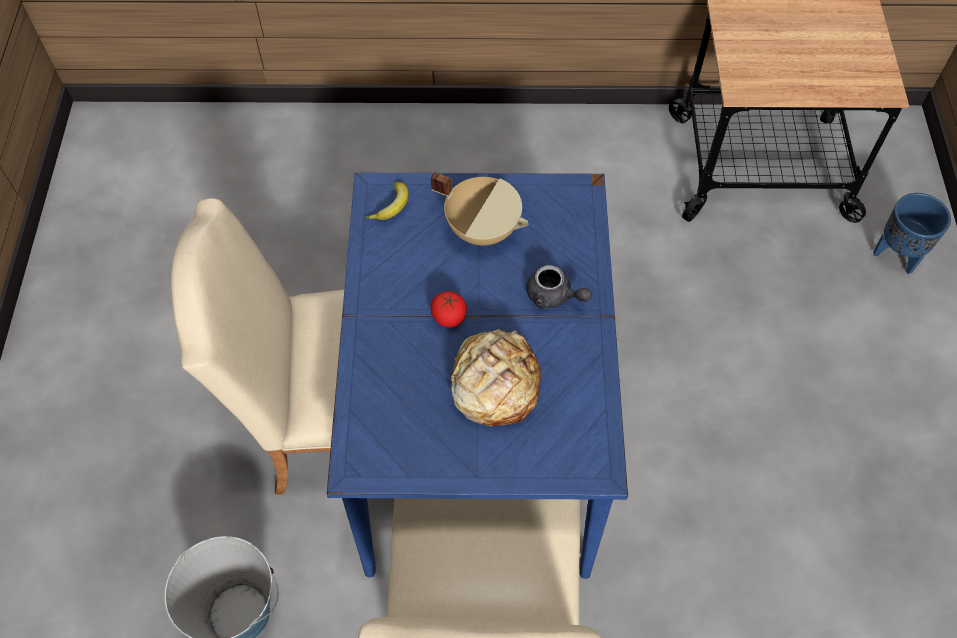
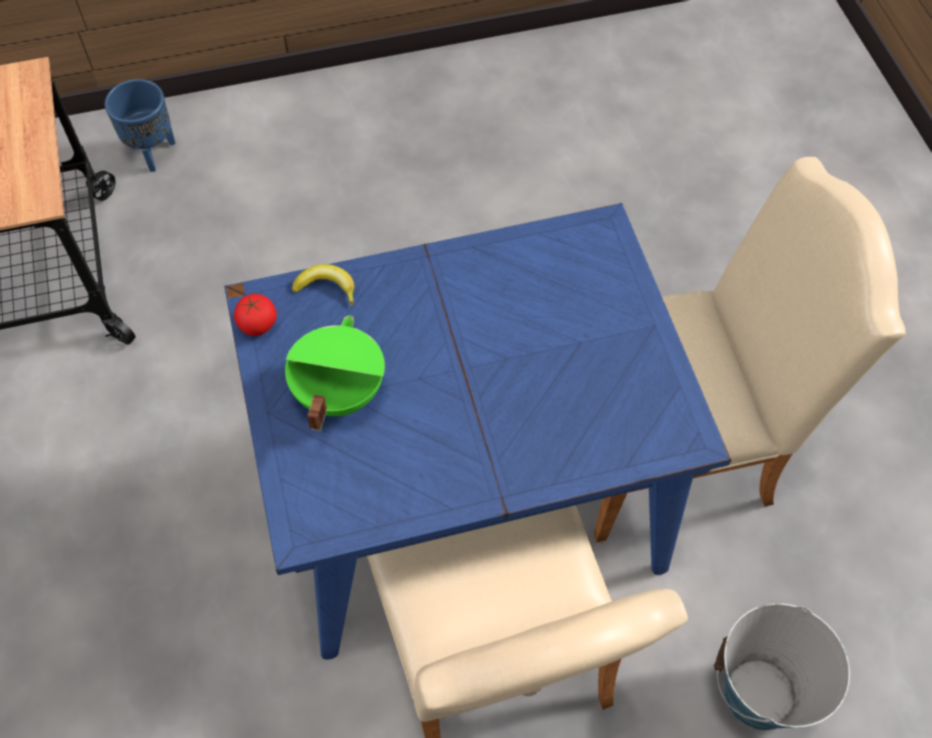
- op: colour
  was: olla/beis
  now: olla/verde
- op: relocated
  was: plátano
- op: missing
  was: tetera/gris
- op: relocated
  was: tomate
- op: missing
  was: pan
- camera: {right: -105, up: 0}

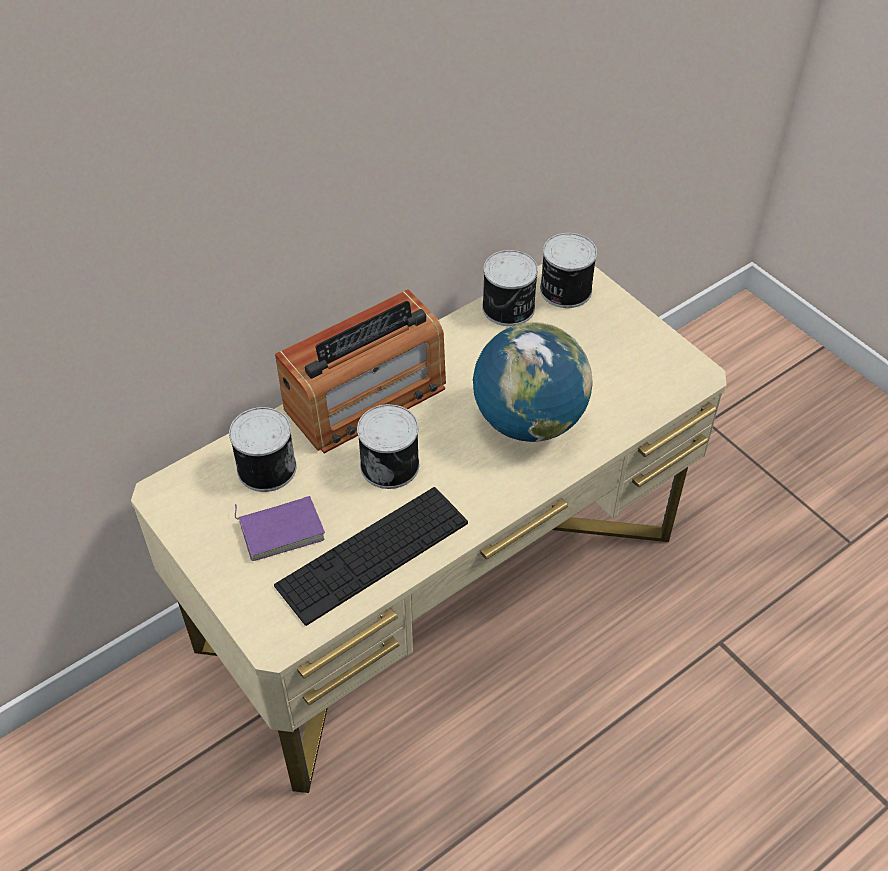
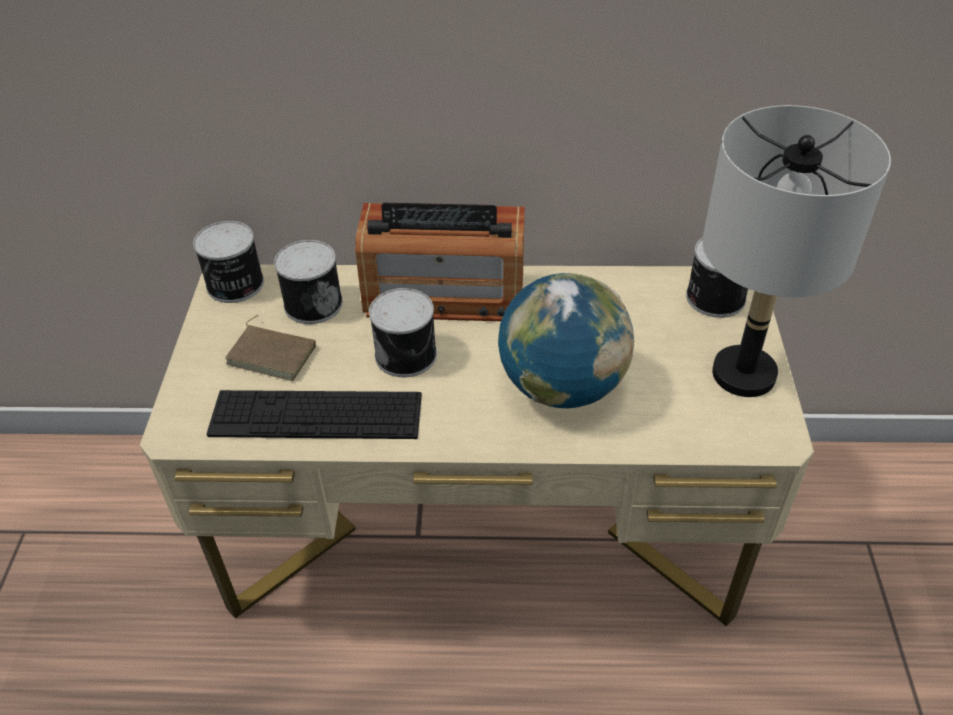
- op: relocated
  was: lata (no. 3 from left in the first image)
  now: lata (no. 1 from left)
- op: colour
  was: libro/morado
  now: libro/marrón
- op: appeared
  now: lámpara de mesa/gris
- camera: {right: 40, up: -5}

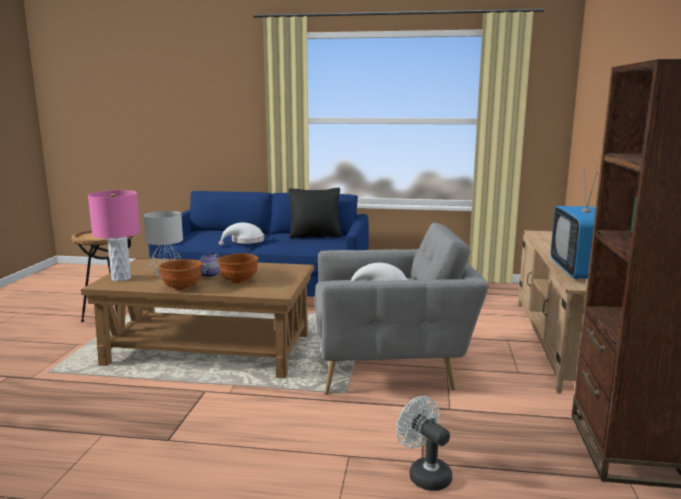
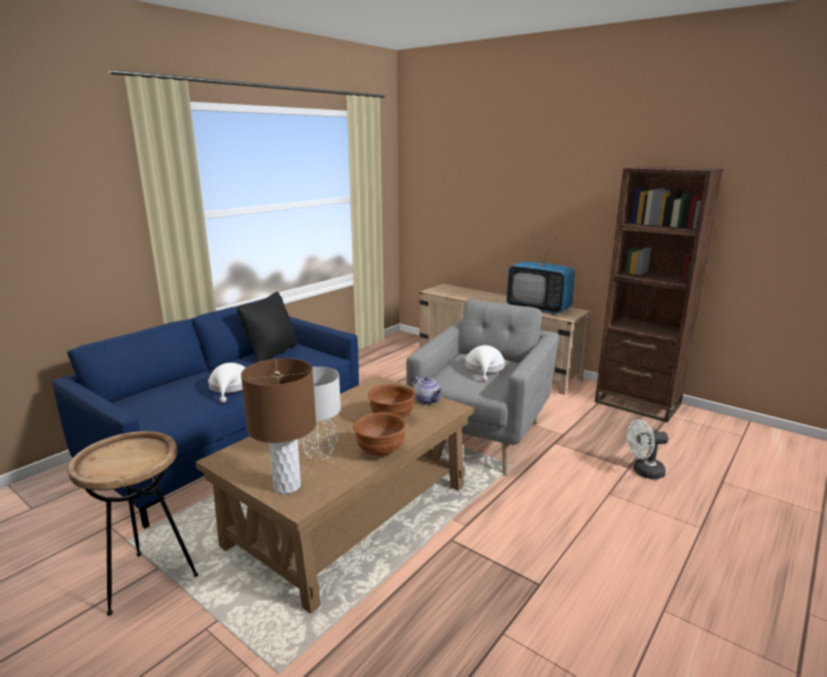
- op: colour
  was: lámpara de mesa/rosa
  now: lámpara de mesa/marrón
- op: relocated
  was: tetera
- camera: {right: -60, up: 5}

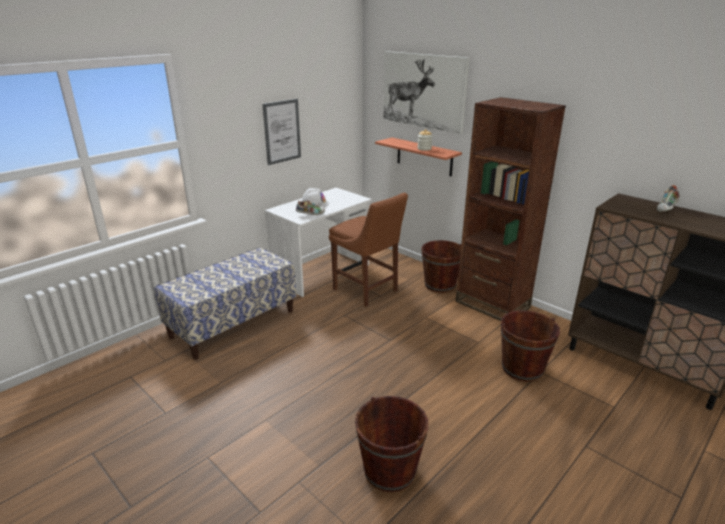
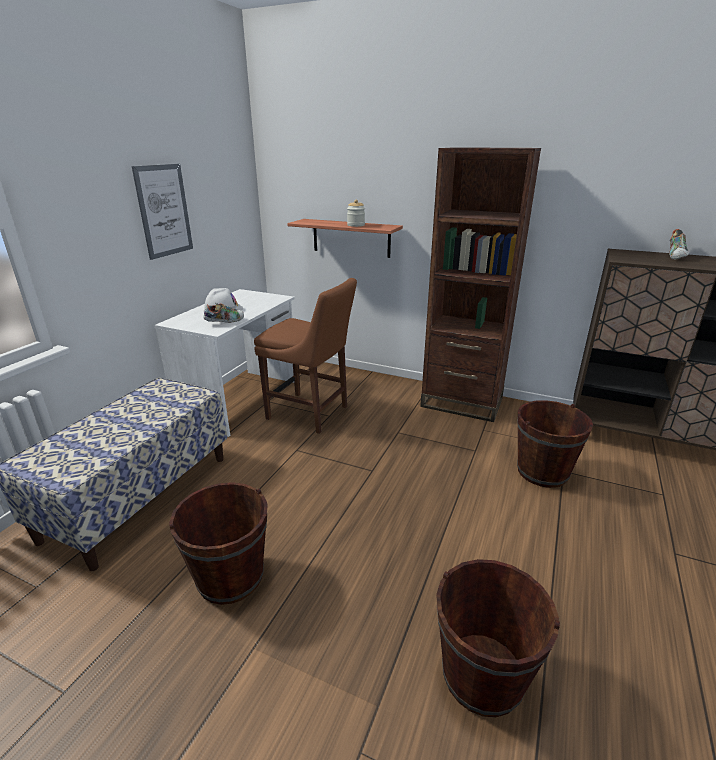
- op: missing
  was: cuadro (no. 2 from left)
- op: relocated
  was: cubo/marrón (no. 2 from left in the first image)
  now: cubo/marrón (no. 1 from left)
- camera: {right: -20, up: 0}

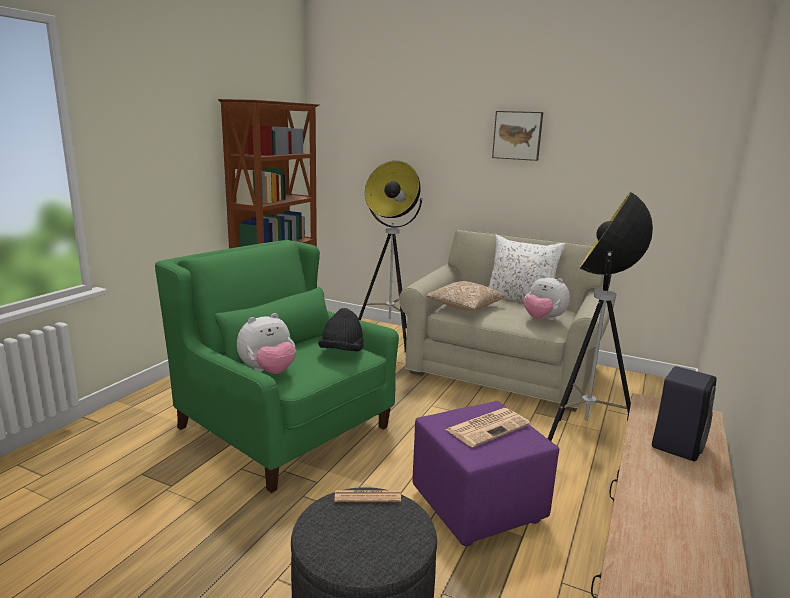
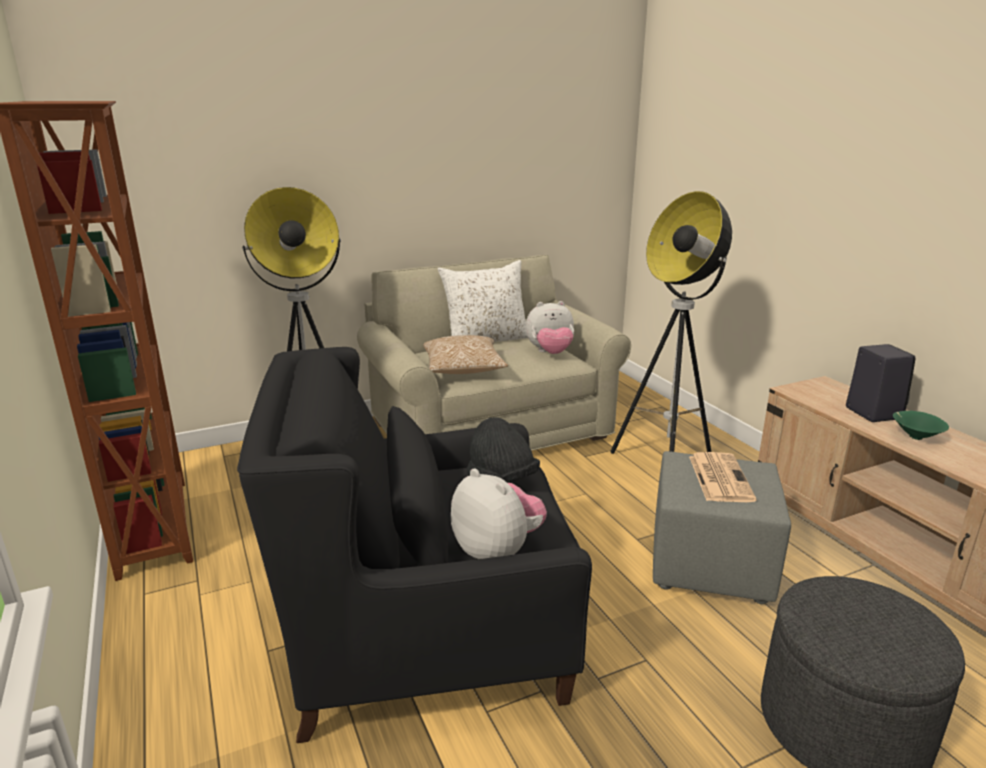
- op: missing
  was: cuadro
- op: colour
  was: sillón/verde
  now: sillón/negro
- op: spun
  was: peluche (no. 1 from left)
  clockwise: -45
- op: colour
  was: puf/morado
  now: puf/gris (no. 1 from left)
- op: missing
  was: periódico (no. 1 from left)
- op: appeared
  now: cuenco/verde
- camera: {right: -50, up: 5}

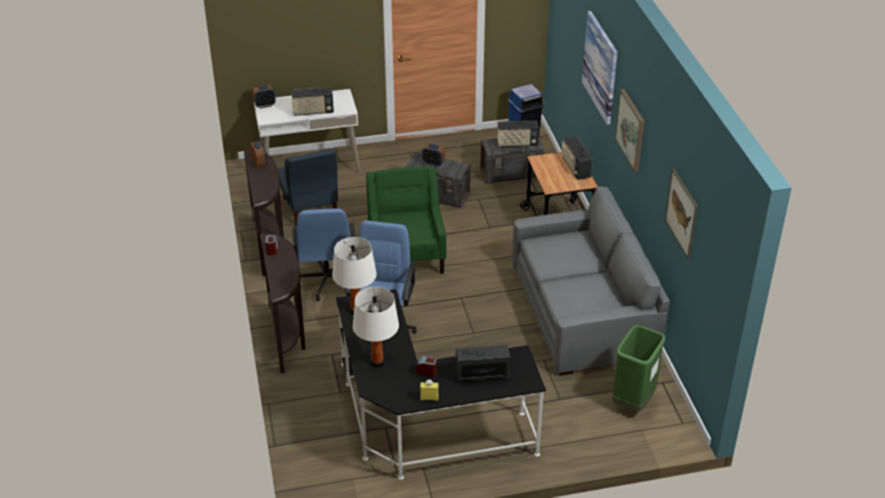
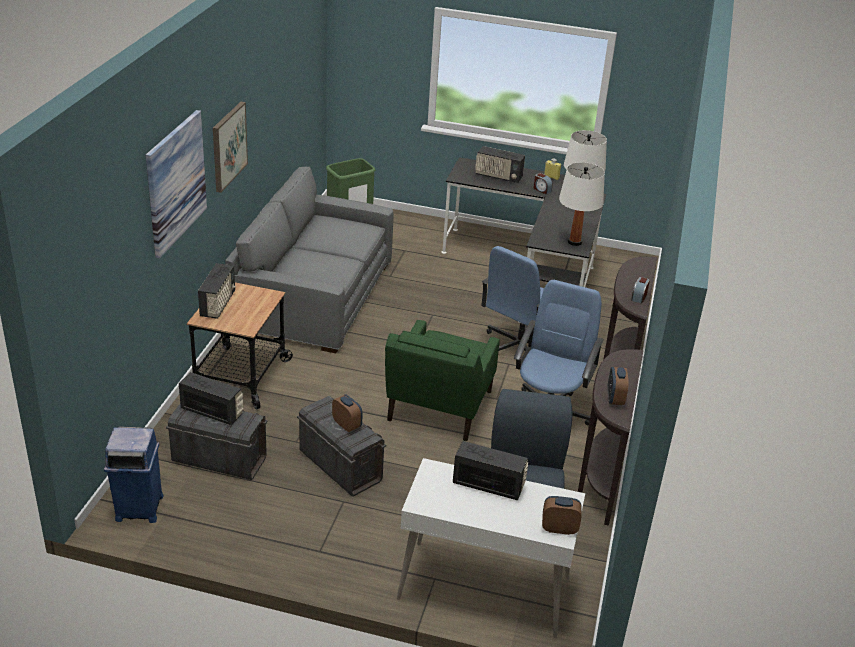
- op: missing
  was: cuadro (no. 3 from left)
- camera: {right: -155, up: -5}

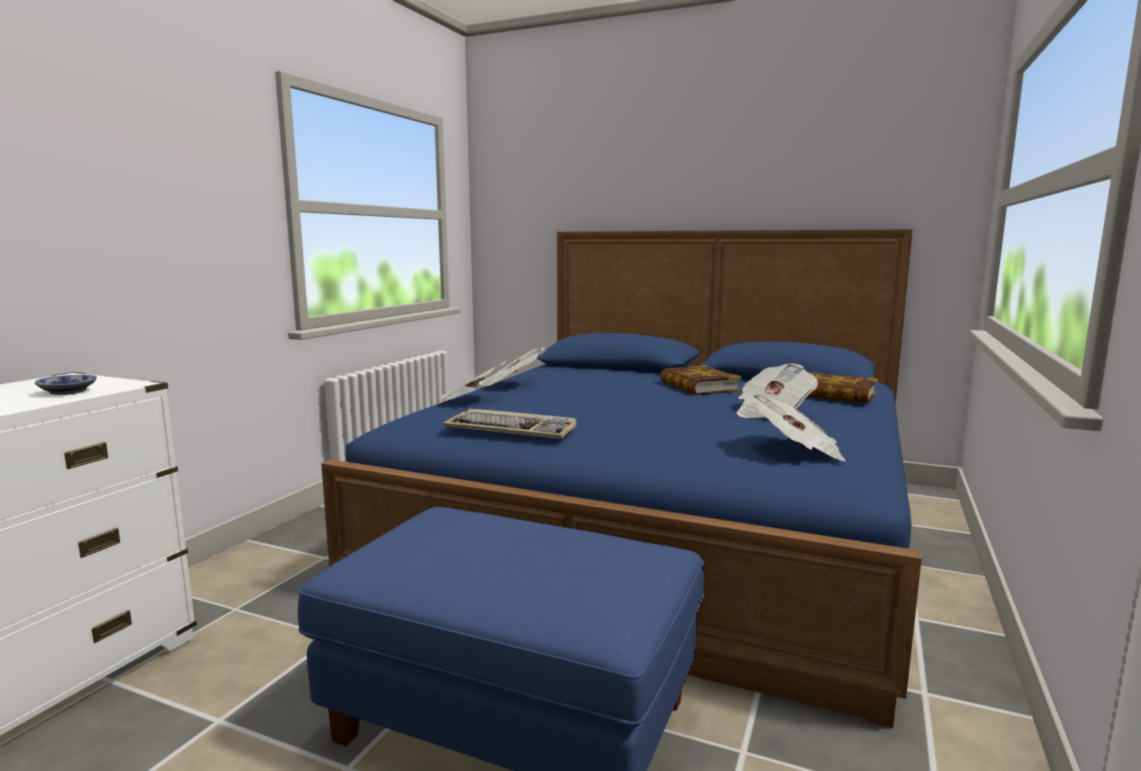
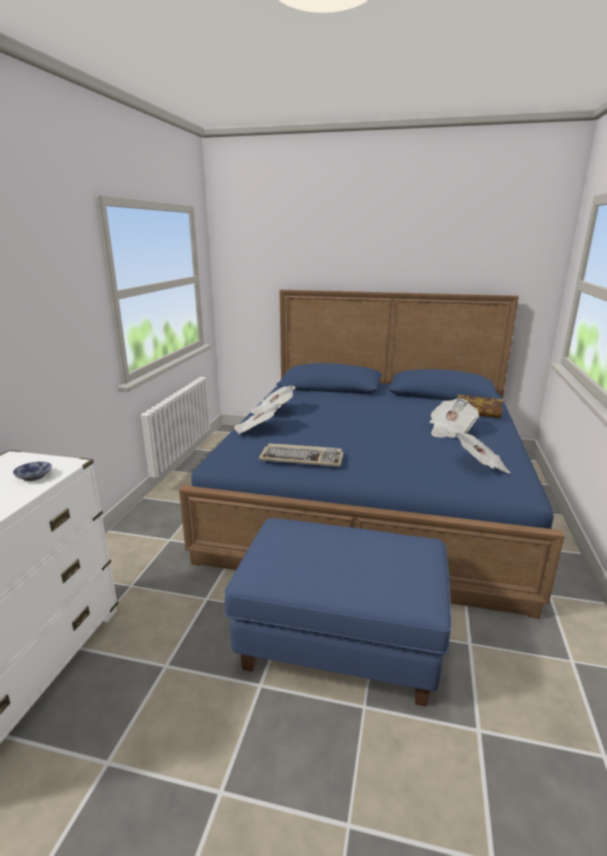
- op: missing
  was: libro (no. 1 from left)
- camera: {right: -10, up: 10}

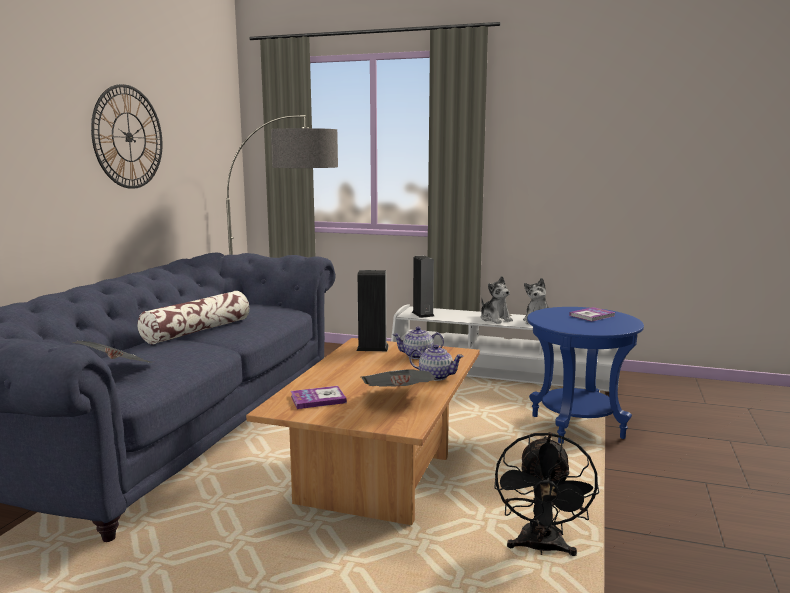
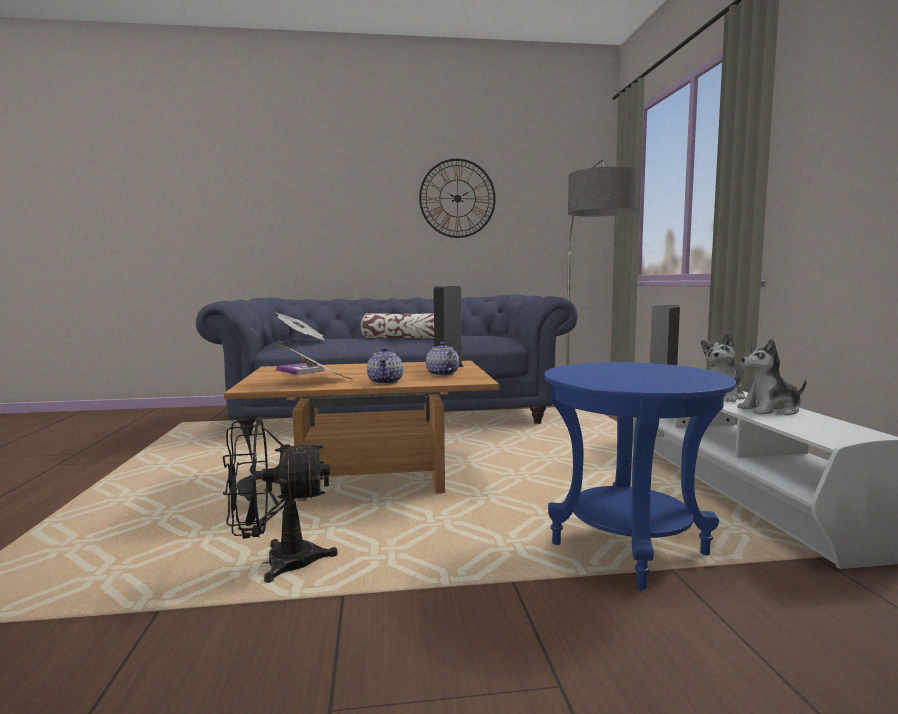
- op: missing
  was: libro (no. 2 from left)
- camera: {right: 65, up: -5}

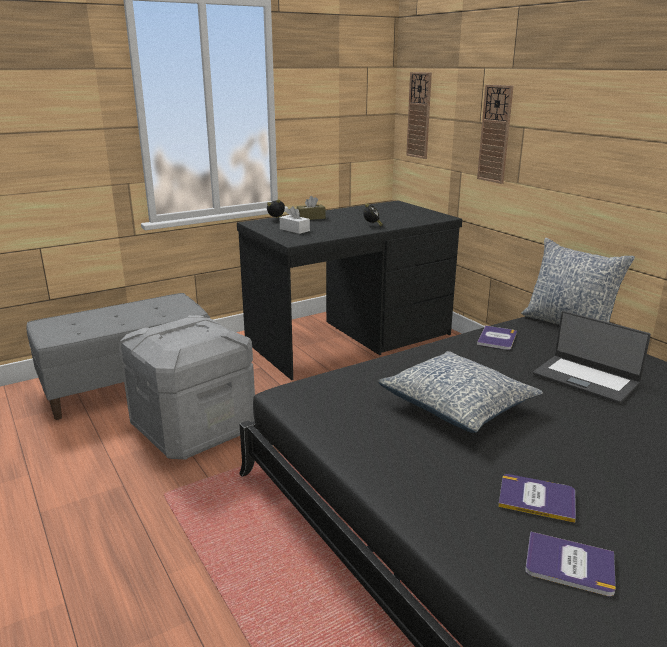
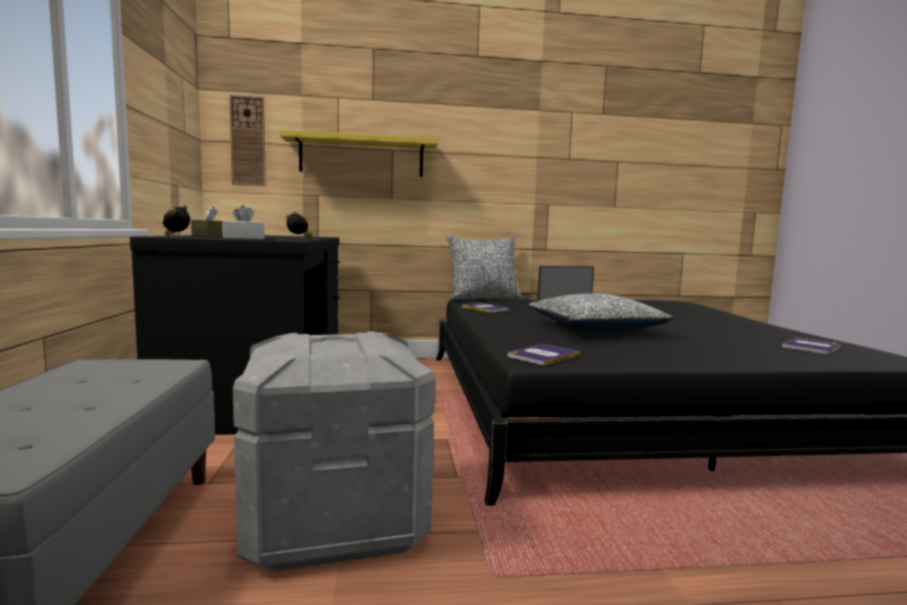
- op: exchanged
  was: reloj de pared (no. 2 from left)
  now: estante/amarillo
- op: relocated
  was: libro (no. 2 from left)
- camera: {right: -65, up: -15}

